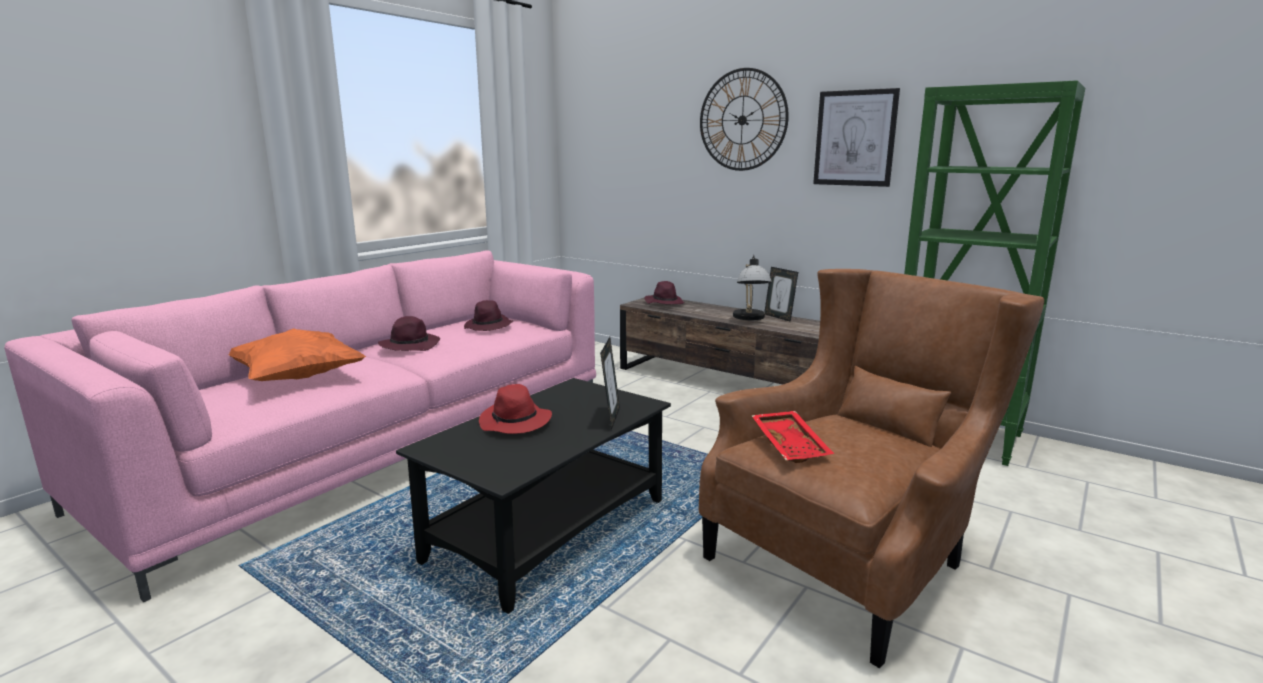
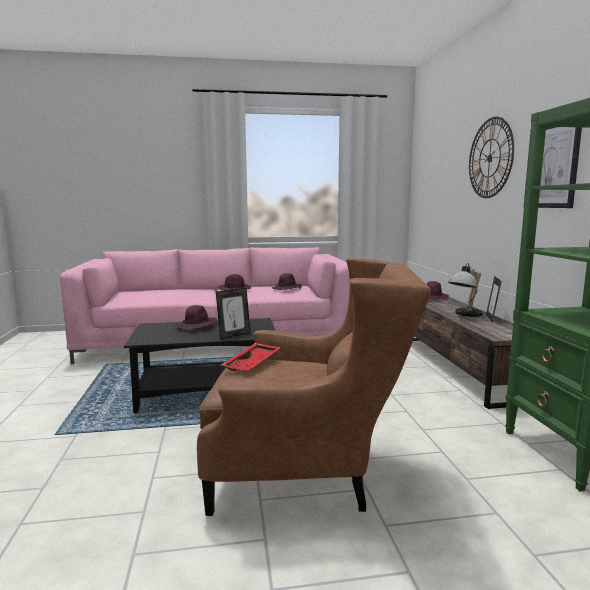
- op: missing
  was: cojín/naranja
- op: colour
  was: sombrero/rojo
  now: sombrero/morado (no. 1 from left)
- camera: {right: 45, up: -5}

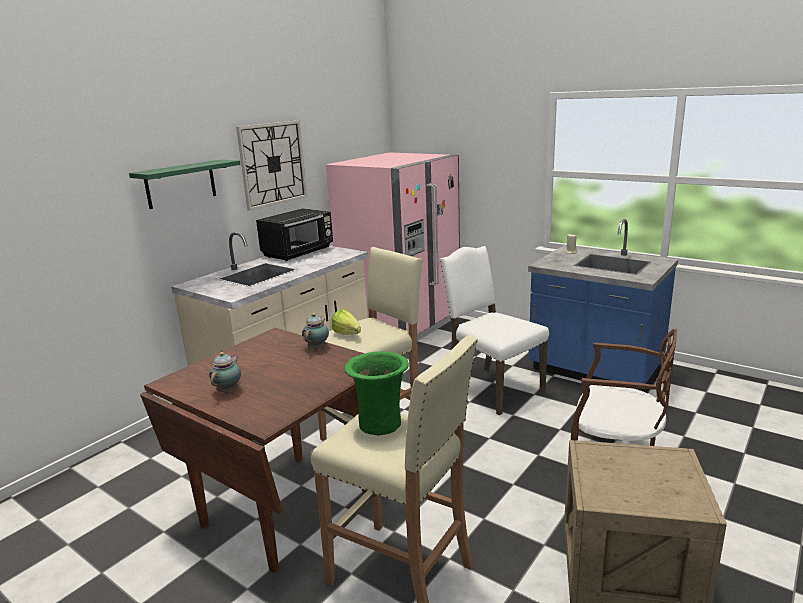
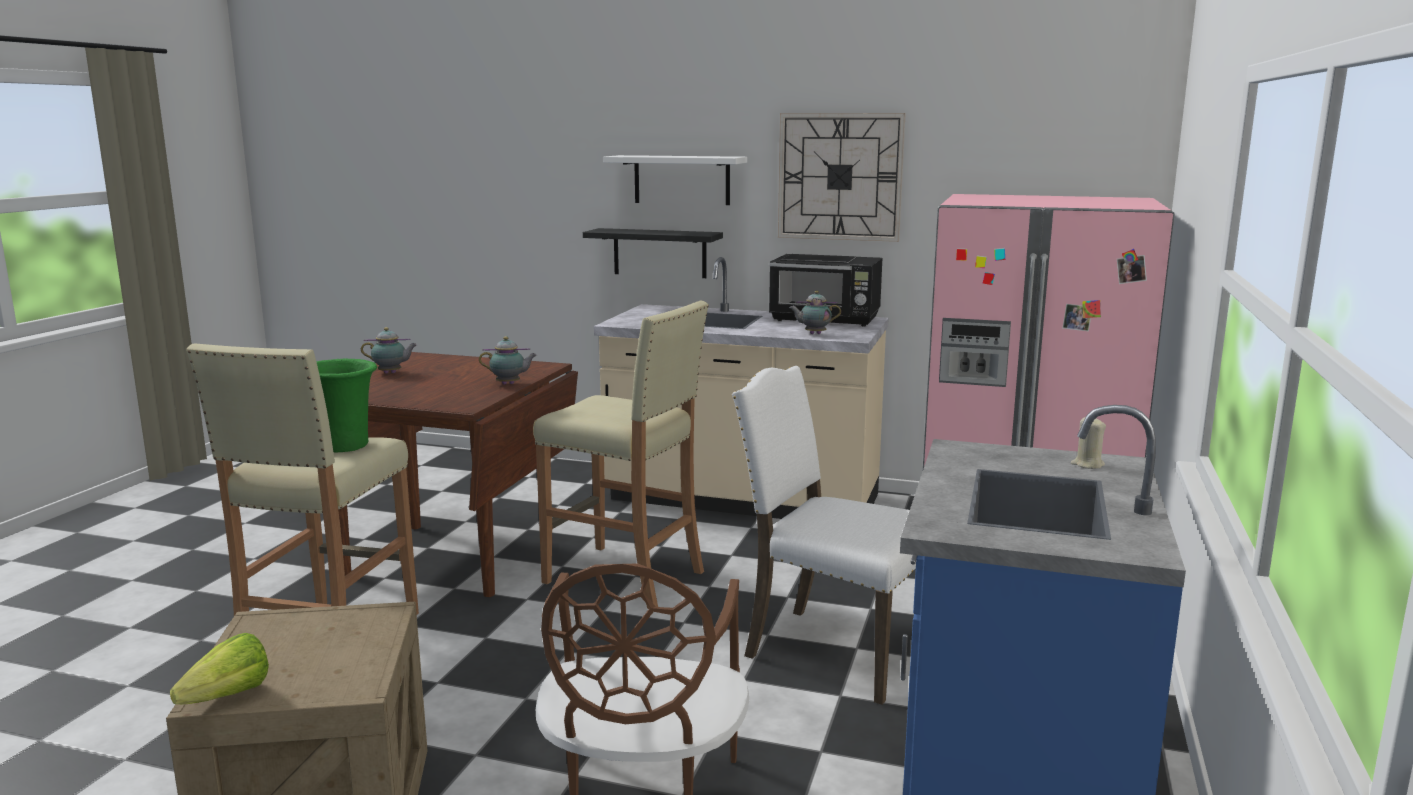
- op: colour
  was: estante/verde
  now: estante/blanco
- op: spun
  was: silla/blanco
  clockwise: -90
- op: relocated
  was: lechuga
- op: appeared
  now: estante/negro
- op: appeared
  now: tetera (no. 3 from left)
- camera: {right: 70, up: -5}

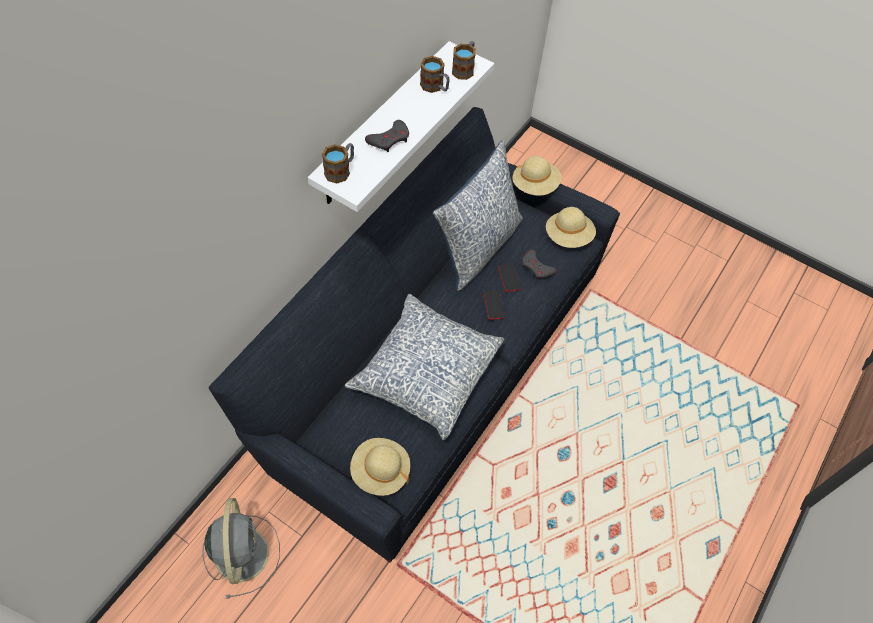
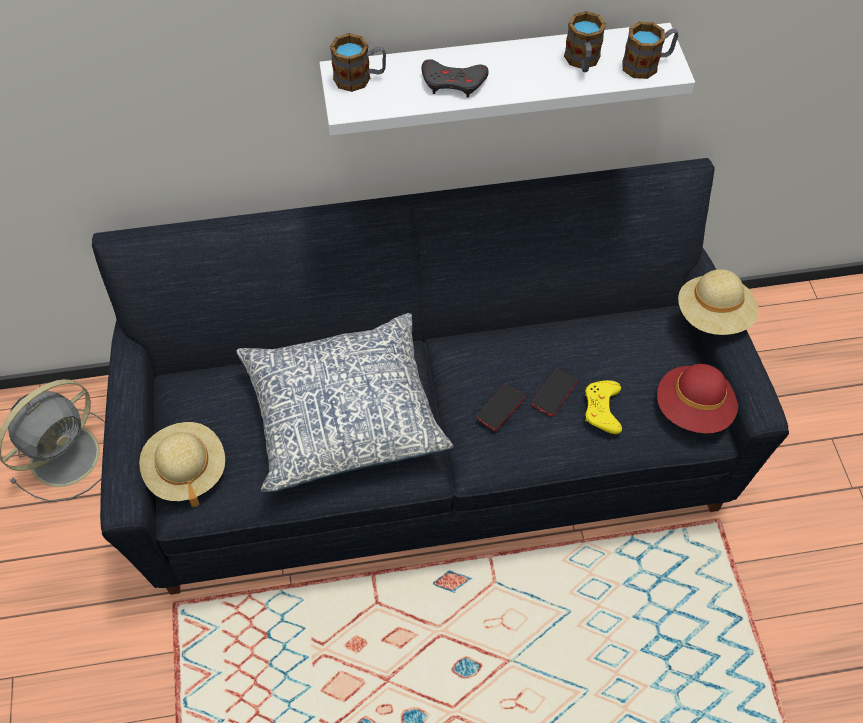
- op: missing
  was: cojín (no. 2 from left)
- op: colour
  was: sombrero/beis (no. 3 from left)
  now: sombrero/rojo
- op: colour
  was: mando de consola/gris (no. 2 from left)
  now: mando de consola/amarillo
- camera: {right: 50, up: 0}

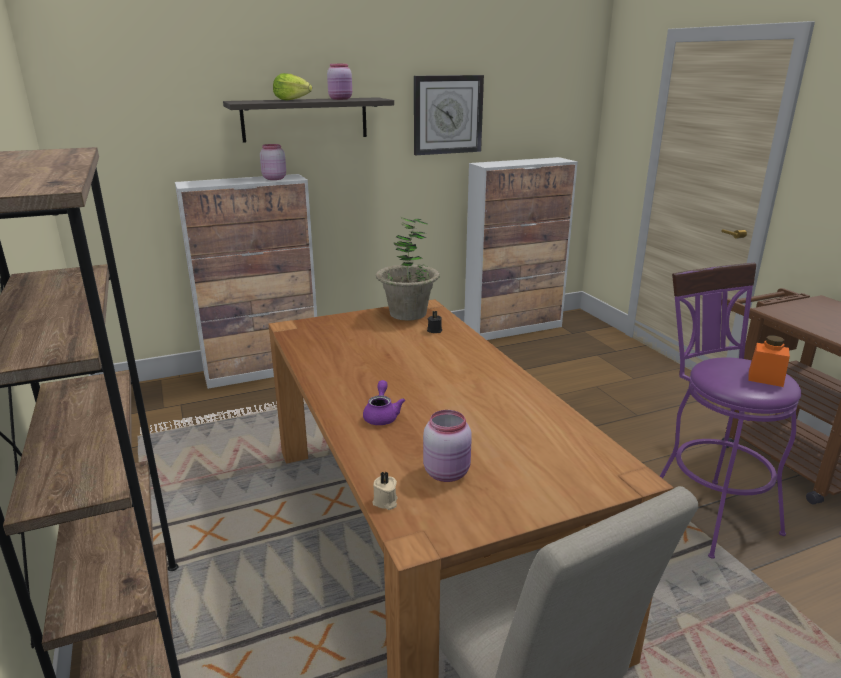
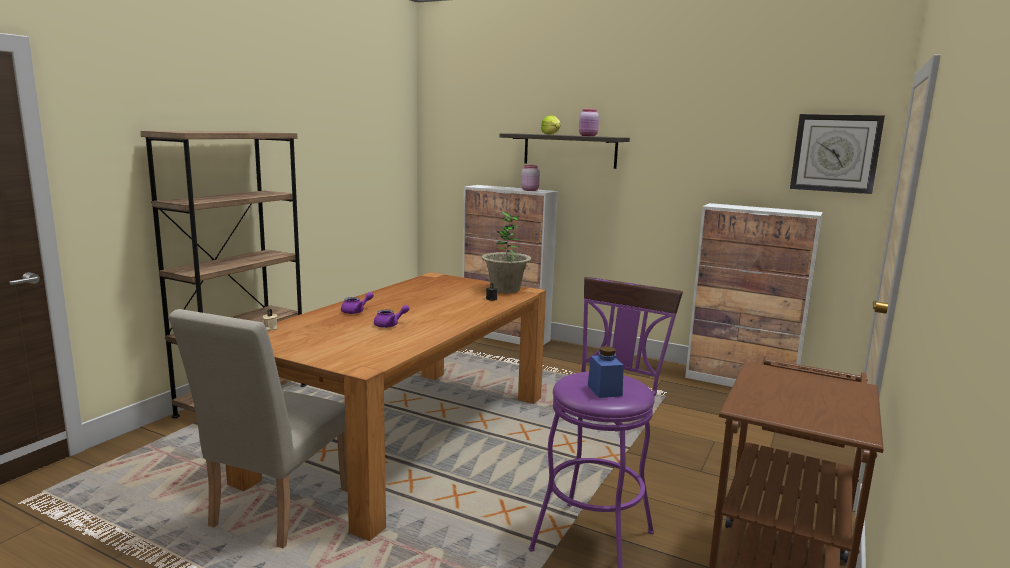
- op: relocated
  was: reloj de pared
- op: colour
  was: tarro/naranja
  now: tarro/azul
- op: missing
  was: tarro/rosa (no. 3 from left)
- op: appeared
  now: tetera/morado (no. 2 from left)
- camera: {right: 50, up: -10}

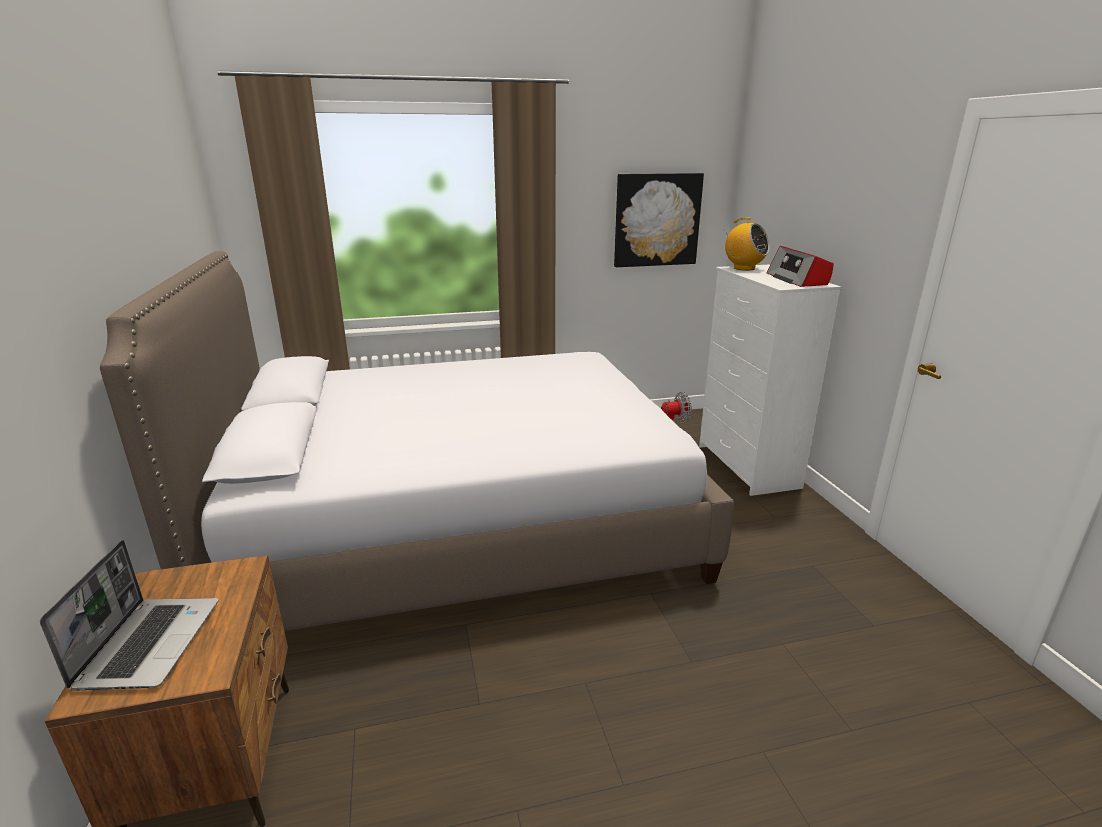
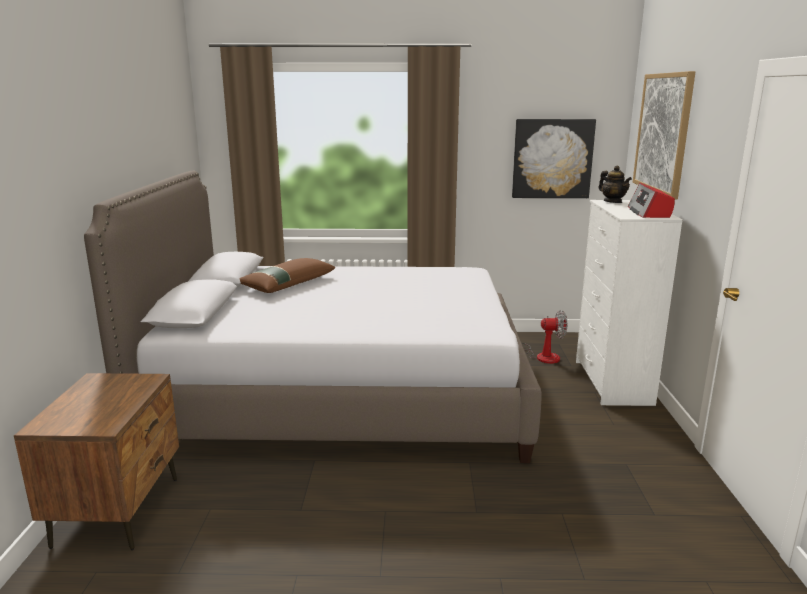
- op: exchanged
  was: radio (no. 1 from left)
  now: tetera
- op: missing
  was: portátil
- op: appeared
  now: cuadro (no. 2 from left)
- op: appeared
  now: cojín/marrón
- camera: {right: 15, up: -5}

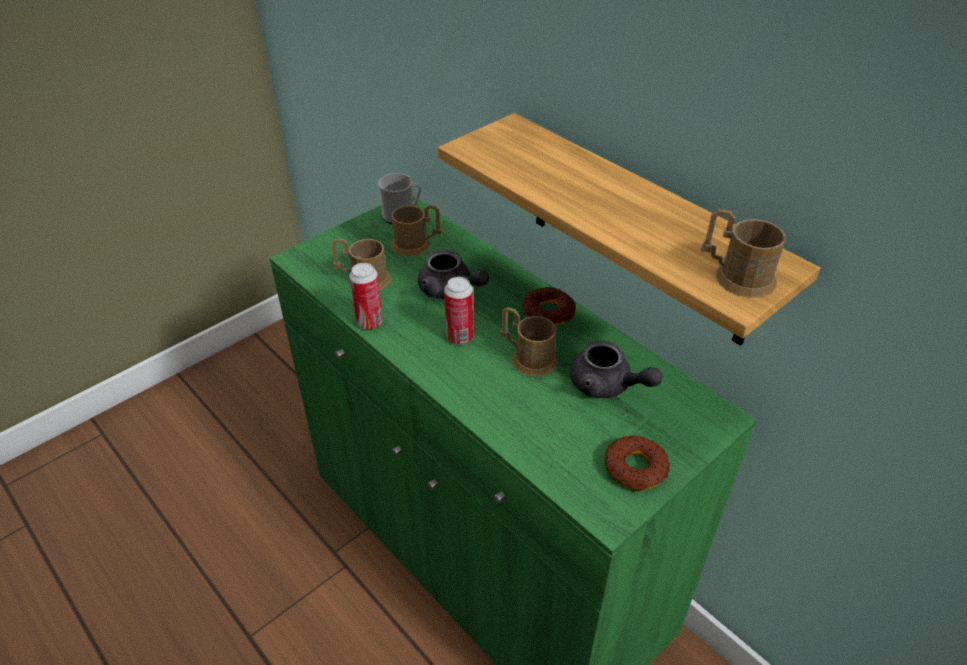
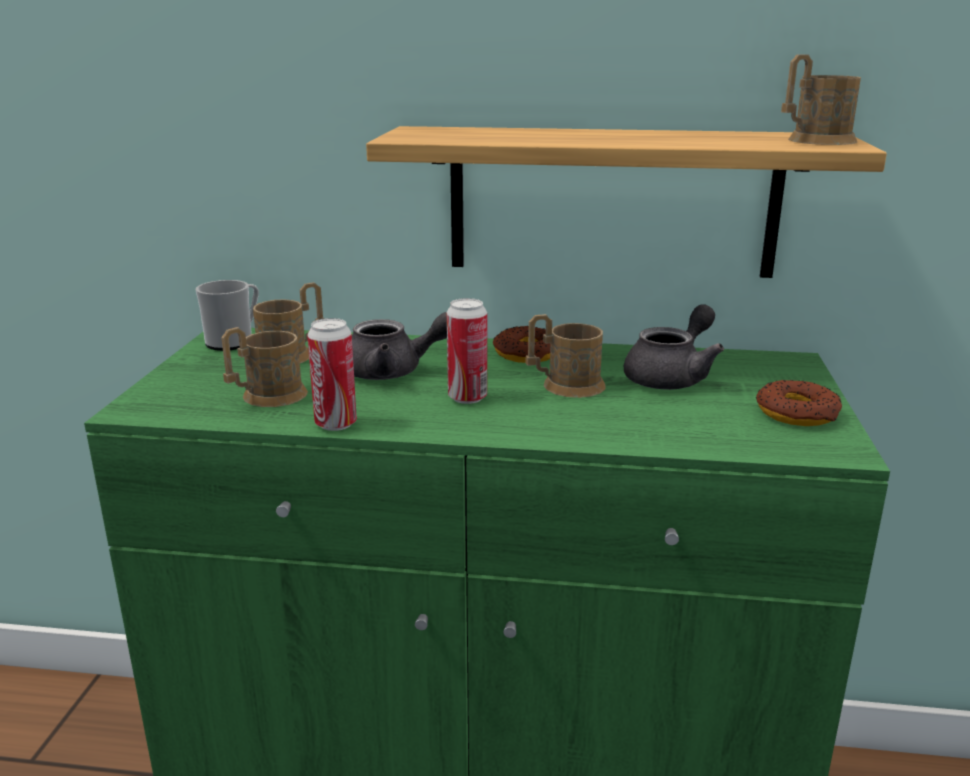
- op: spun
  was: tetera/gris (no. 2 from left)
  clockwise: -45
- camera: {right: -40, up: -20}

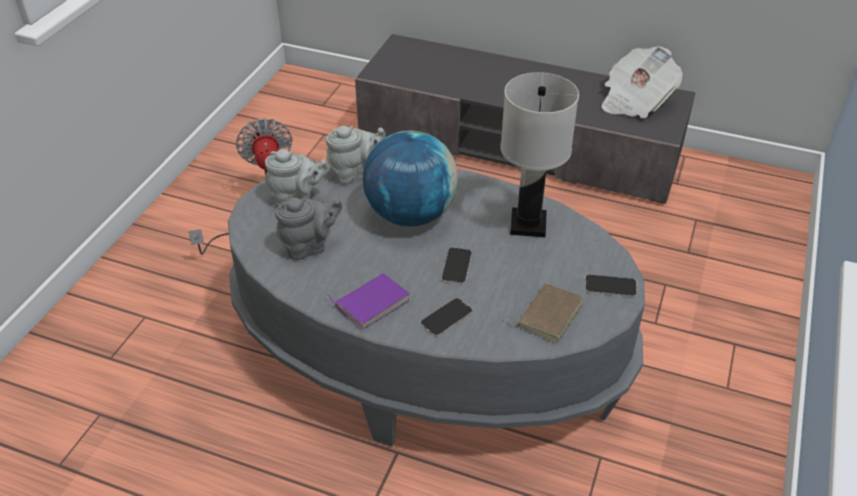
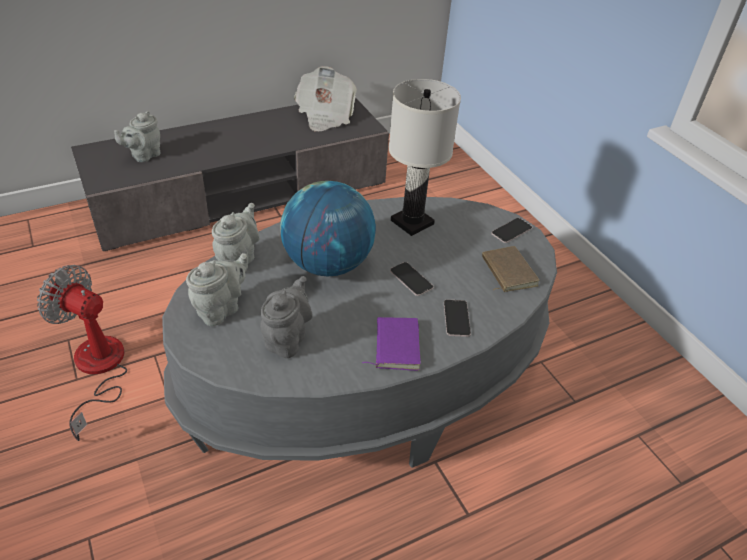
- op: appeared
  now: tetera/gris (no. 1 from left)
- camera: {right: -50, up: 0}

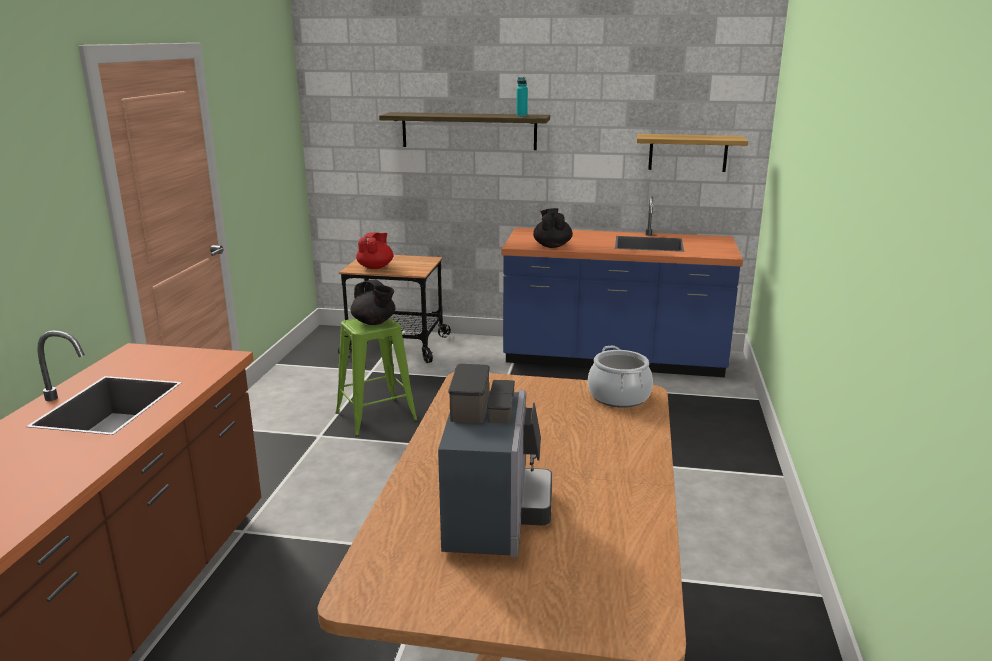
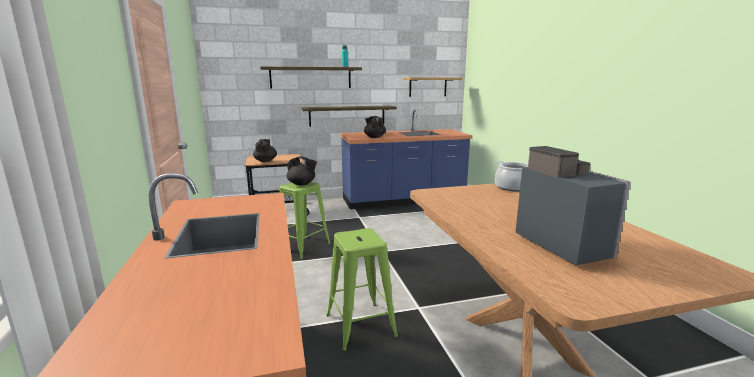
- op: colour
  was: tetera/rojo
  now: tetera/negro (no. 1 from left)
- op: appeared
  now: estante (no. 2 from left)
- op: appeared
  now: taburete/verde (no. 2 from left)
- camera: {right: -25, up: -5}

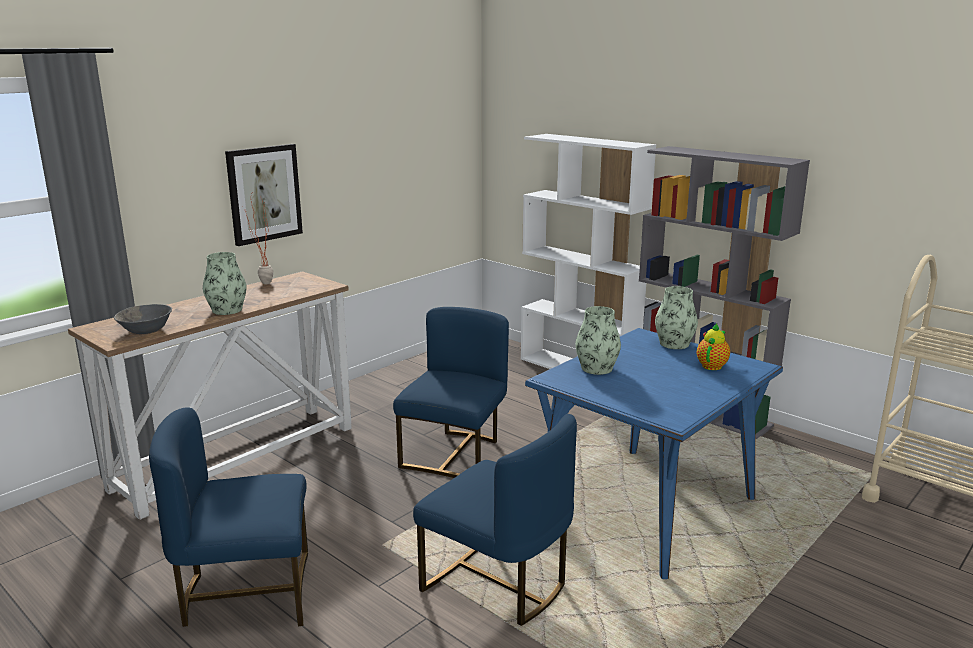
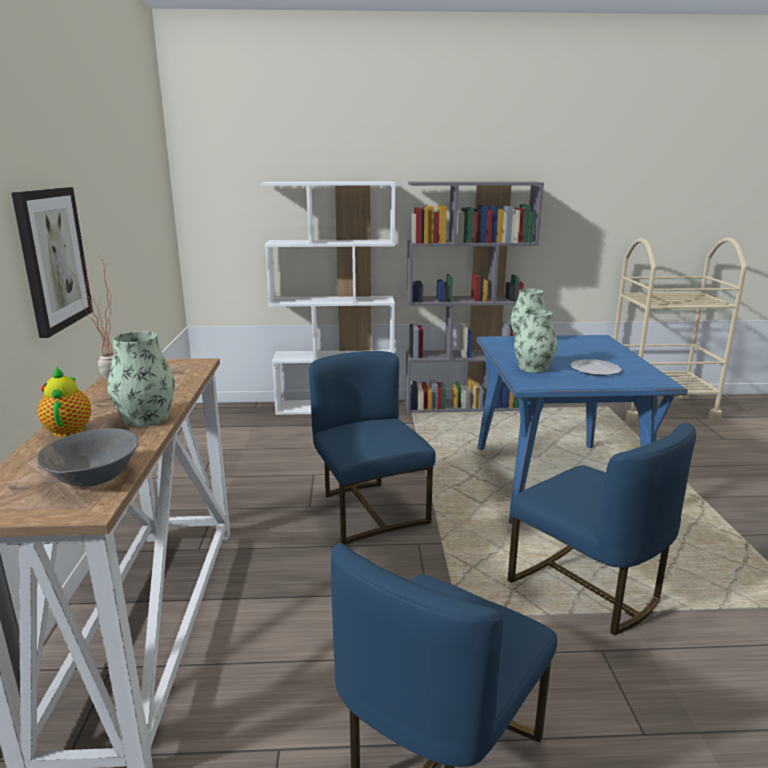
- op: relocated
  was: tetera
- op: spun
  was: silla/azul (no. 3 from left)
  clockwise: 60
- op: appeared
  now: plato
- camera: {right: -45, up: 0}

